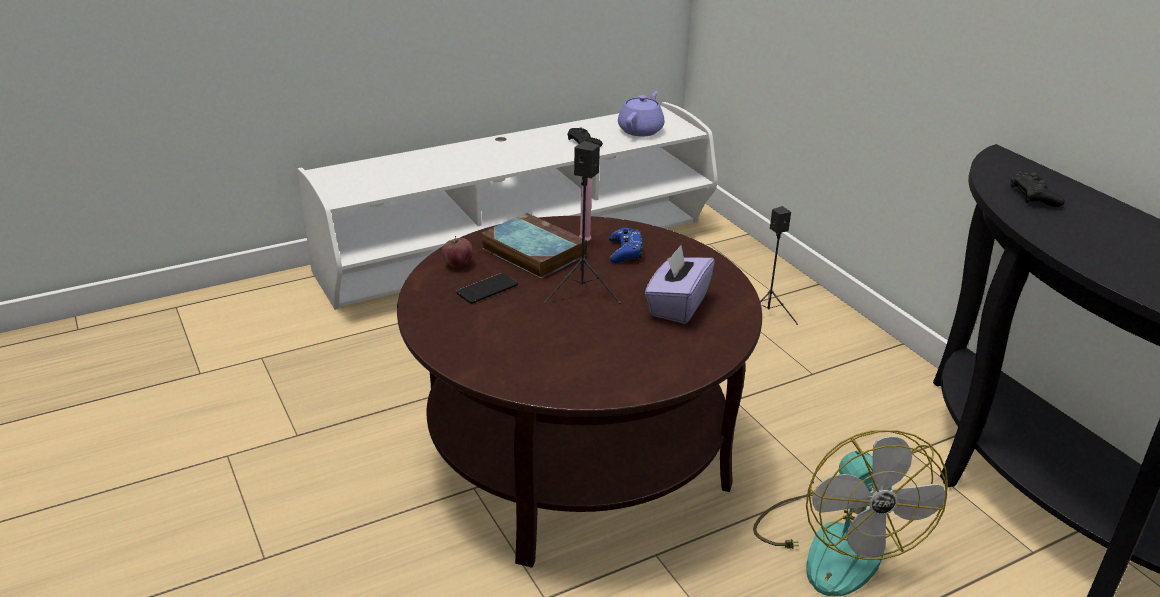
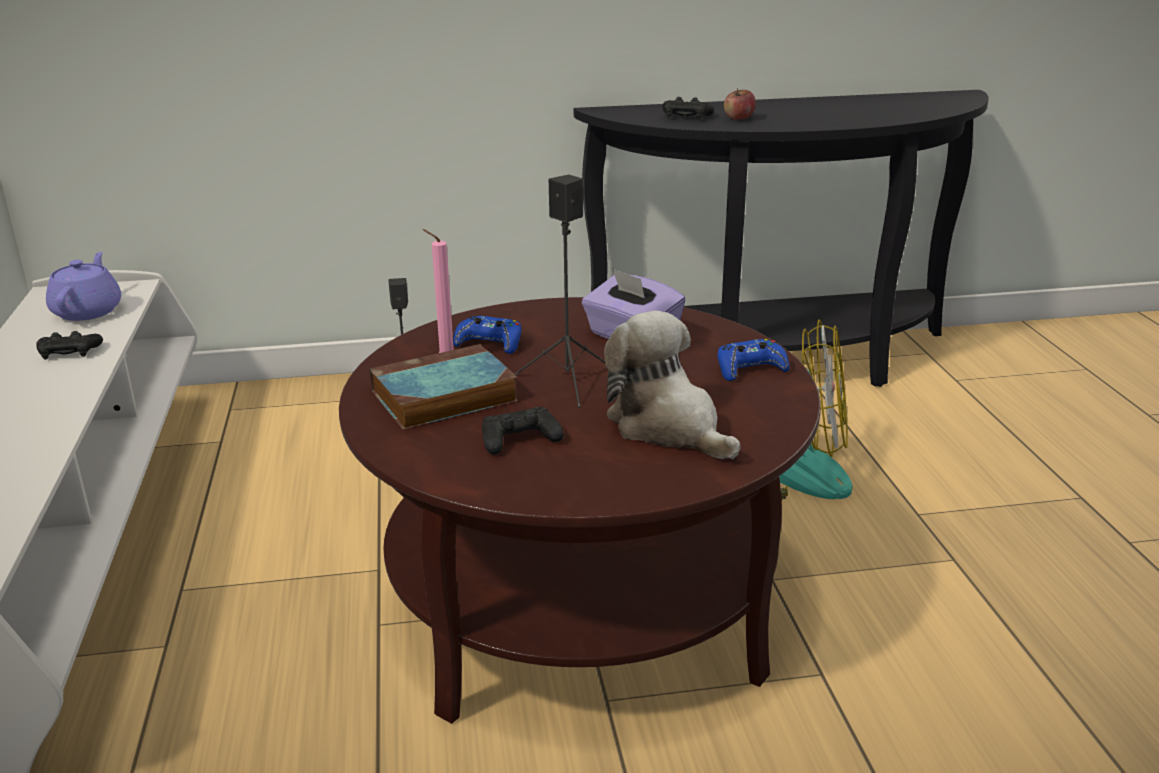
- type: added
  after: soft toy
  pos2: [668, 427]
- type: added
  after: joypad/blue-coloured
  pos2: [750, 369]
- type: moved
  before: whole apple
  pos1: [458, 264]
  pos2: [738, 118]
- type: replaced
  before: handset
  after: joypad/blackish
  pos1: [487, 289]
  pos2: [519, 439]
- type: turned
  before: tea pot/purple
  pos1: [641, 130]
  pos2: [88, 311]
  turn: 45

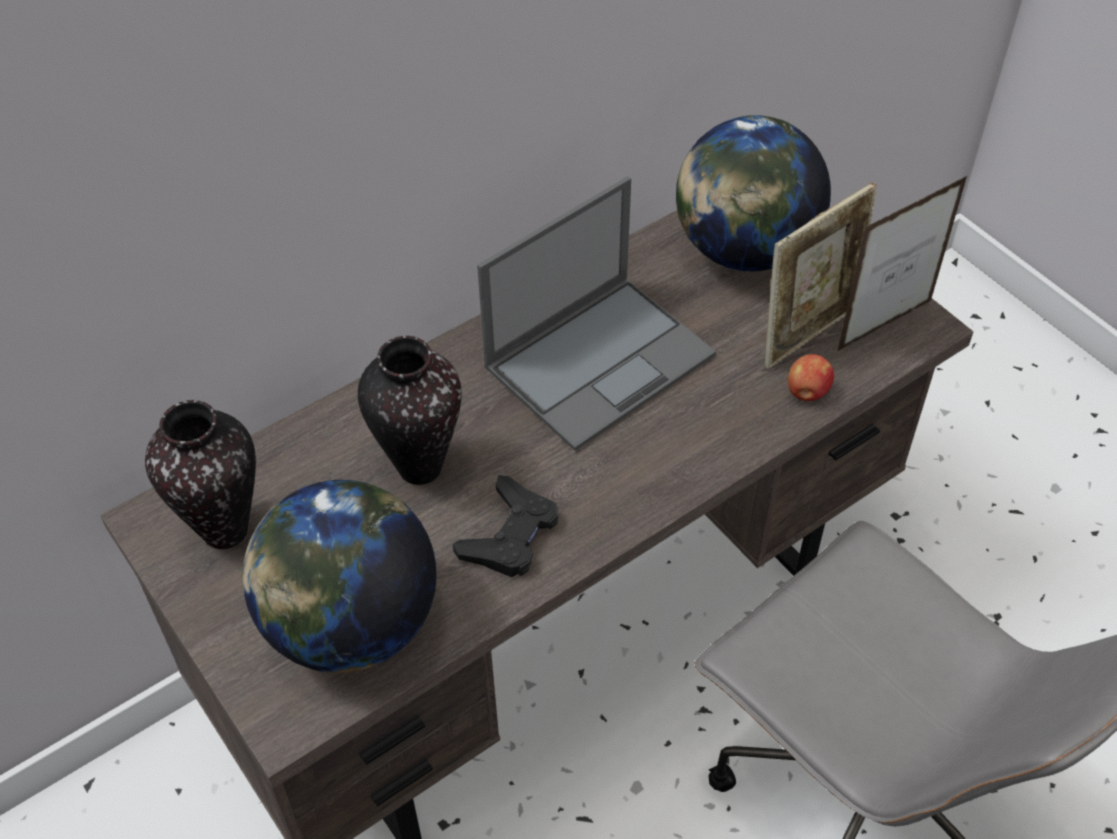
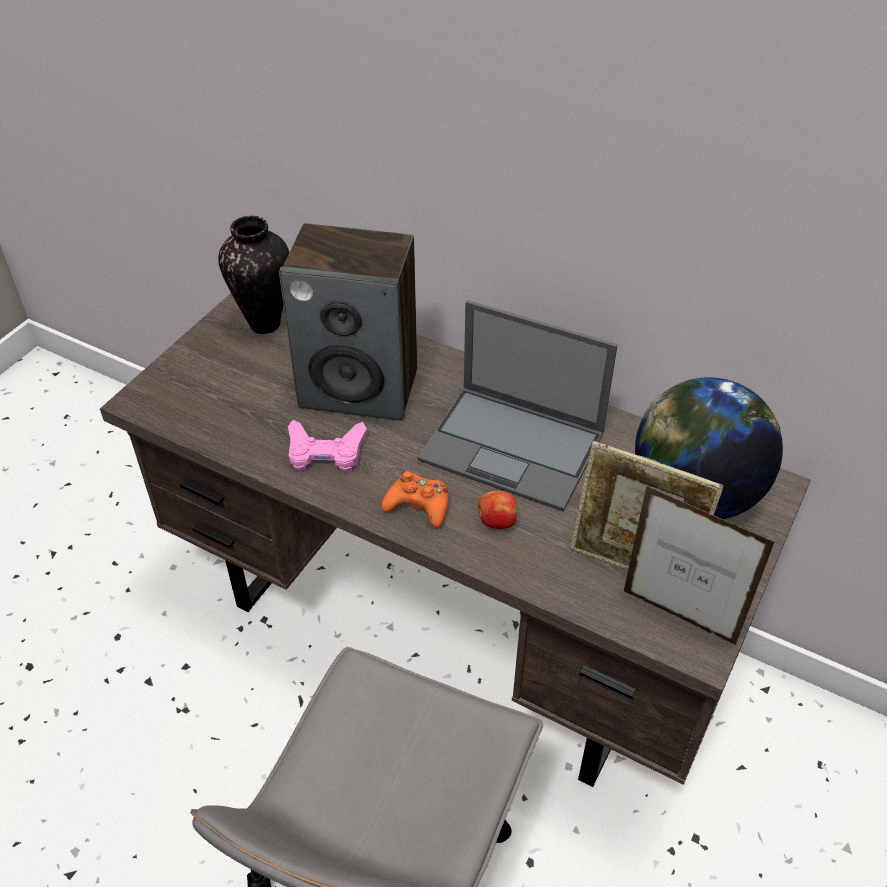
- type: removed
  before: world globe
  pos1: [351, 625]
- type: added
  after: joypad/orangey
  pos2: [418, 505]
- type: moved
  before: whole apple
  pos1: [807, 392]
  pos2: [496, 521]
- type: replaced
  before: decorative vase
  after: speaker
  pos1: [420, 466]
  pos2: [360, 388]
- type: recoloured
  before: joypad/blackish
  after: joypad/pink-coloured
  pos1: [510, 535]
  pos2: [325, 452]

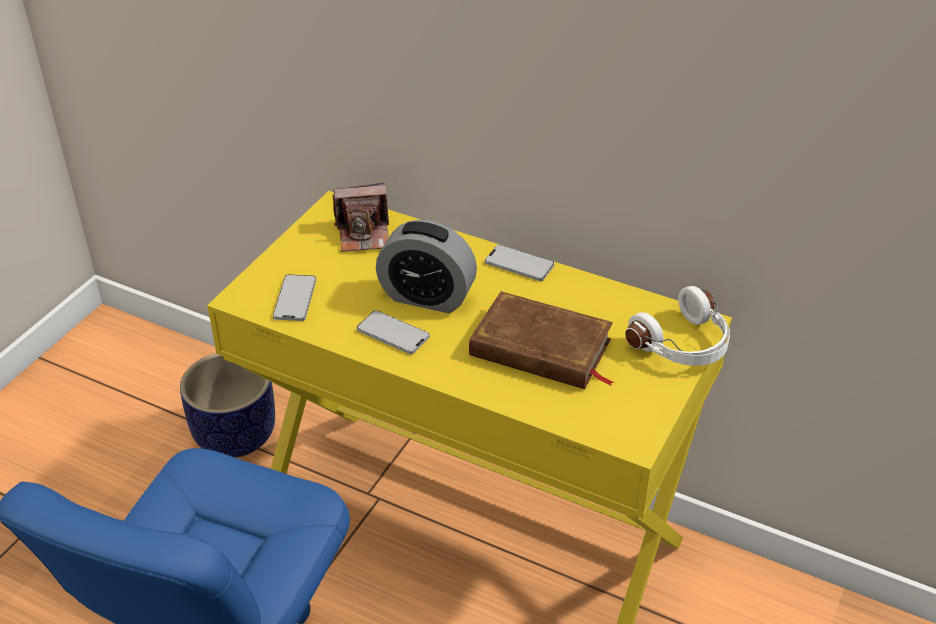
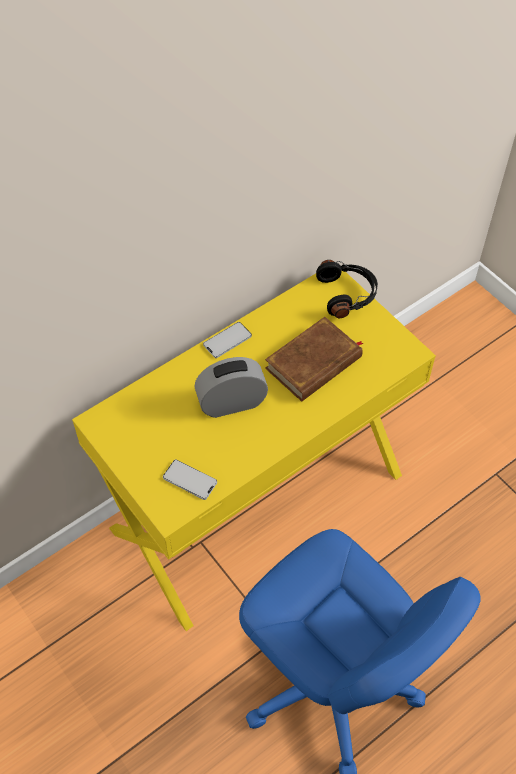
- type: removed
  before: flower pot
  pos1: [234, 436]
- type: removed
  before: photo camera
  pos1: [364, 234]
- type: removed
  before: handset
  pos1: [393, 333]
- type: recoloured
  before: headset/whitish
  after: headset/blackish
  pos1: [683, 345]
  pos2: [347, 294]
- type: turned
  before: bedside clock
  pos1: [427, 297]
  pos2: [231, 403]
  turn: -150

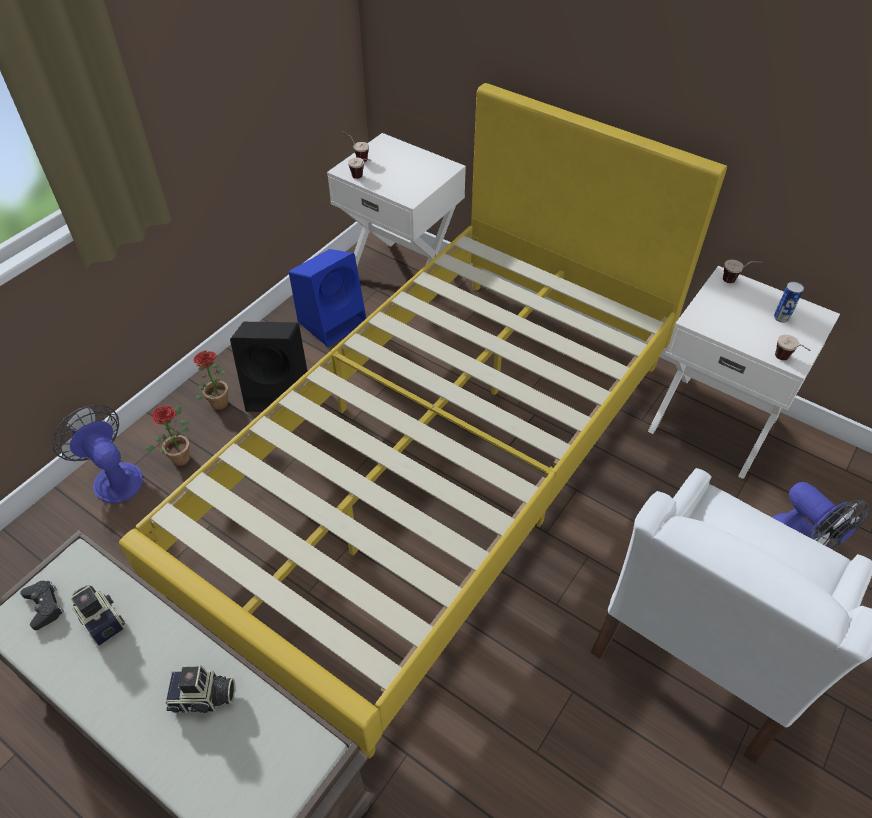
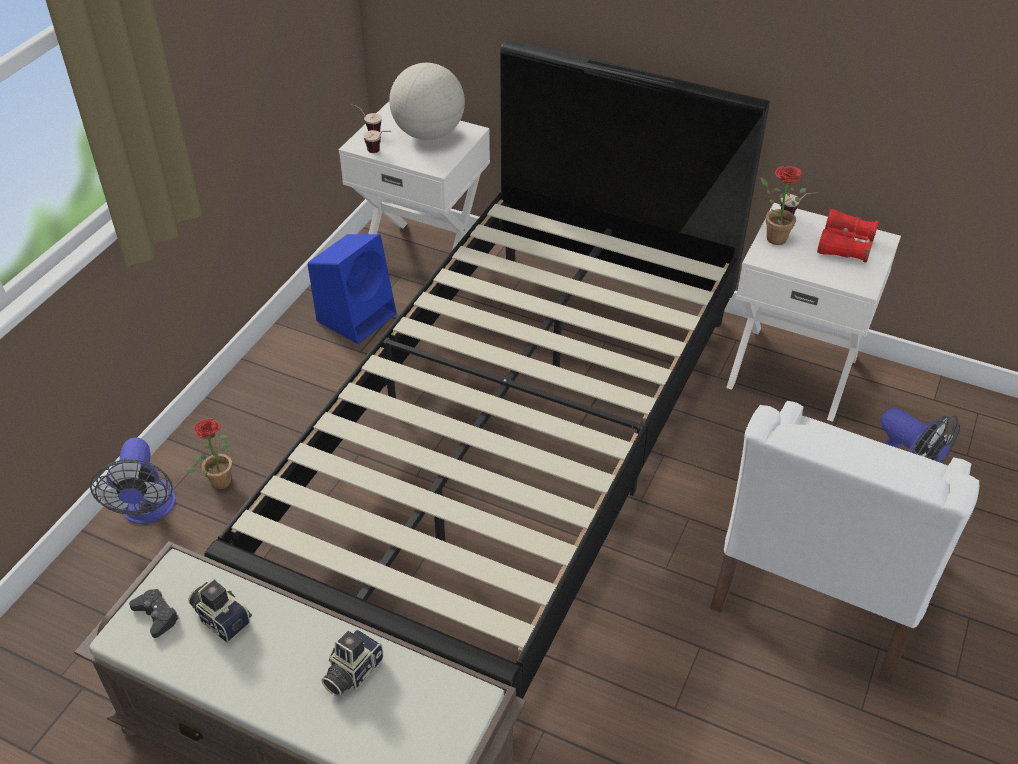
- type: removed
  before: speaker/blackish
  pos1: [279, 391]
- type: removed
  before: small cup
  pos1: [786, 361]
- type: added
  after: world globe
  pos2: [429, 134]
- type: moved
  before: plant in a pot
  pos1: [217, 401]
  pos2: [772, 237]
- type: replaced
  before: can
  after: field glasses/red-coloured
  pos1: [781, 317]
  pos2: [845, 245]
- type: recoloured
  before: sleeping bed/yellow-coloured
  after: sleeping bed/blackish
  pos1: [436, 467]
  pos2: [509, 452]
- type: turned
  before: electric fan
  pos1: [113, 477]
  pos2: [148, 510]
  turn: -135
- type: turned
  before: photo camera
  pos1: [204, 698]
  pos2: [351, 672]
  turn: 135

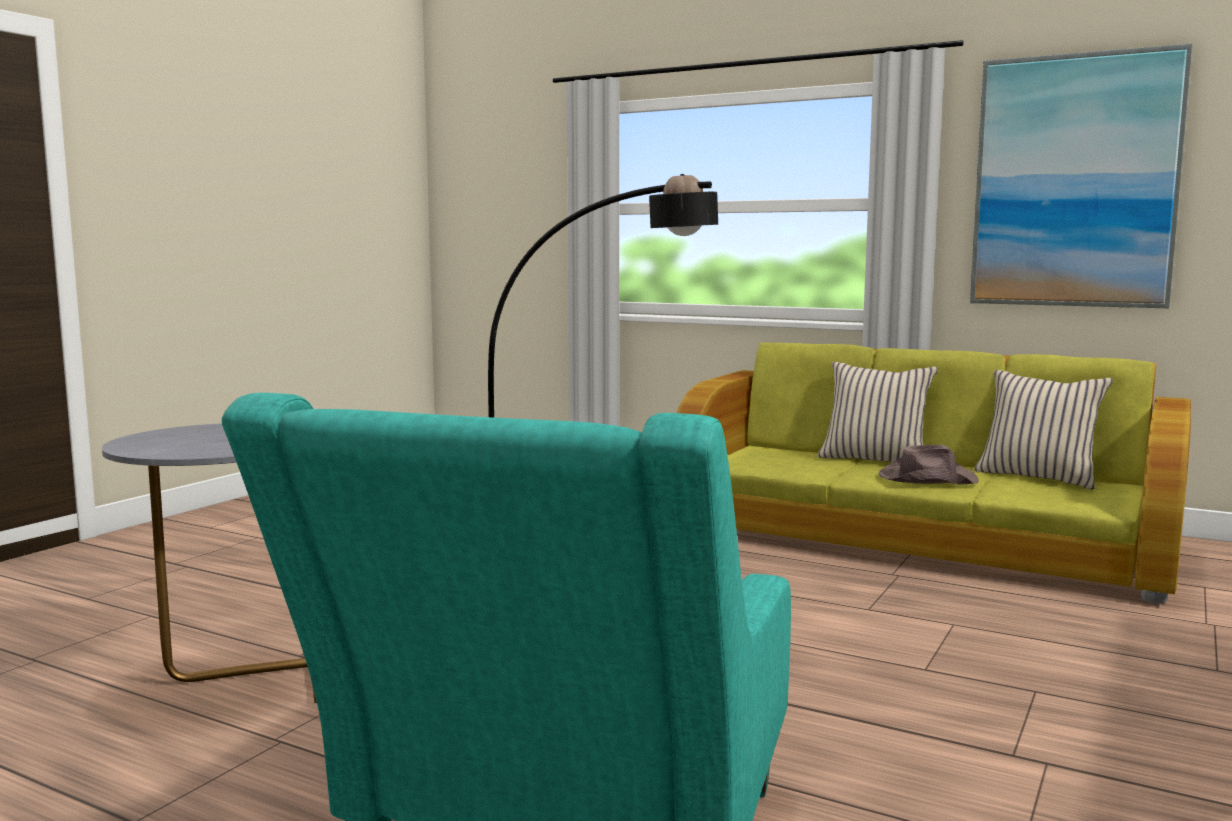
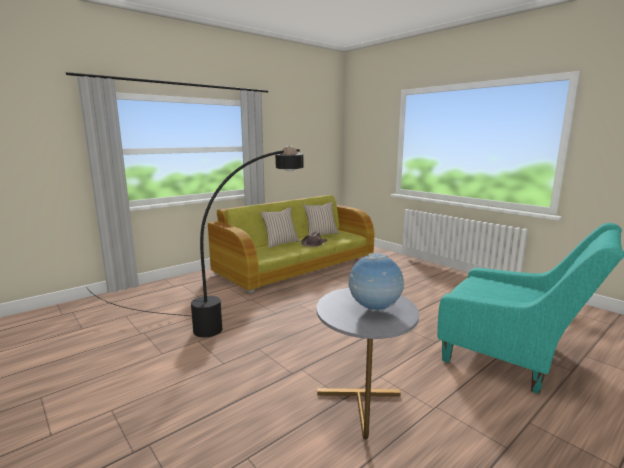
- type: removed
  before: wall art
  pos1: [1074, 182]
- type: added
  after: world globe
  pos2: [374, 310]

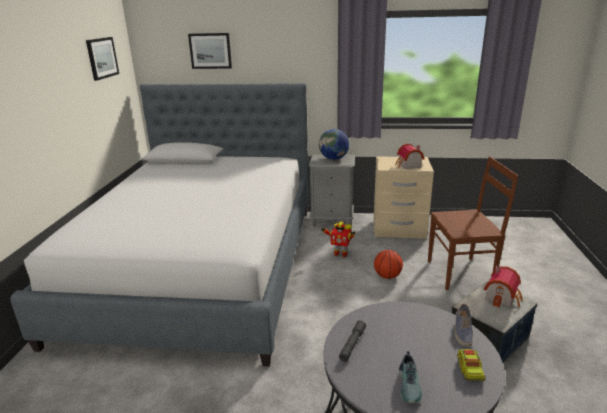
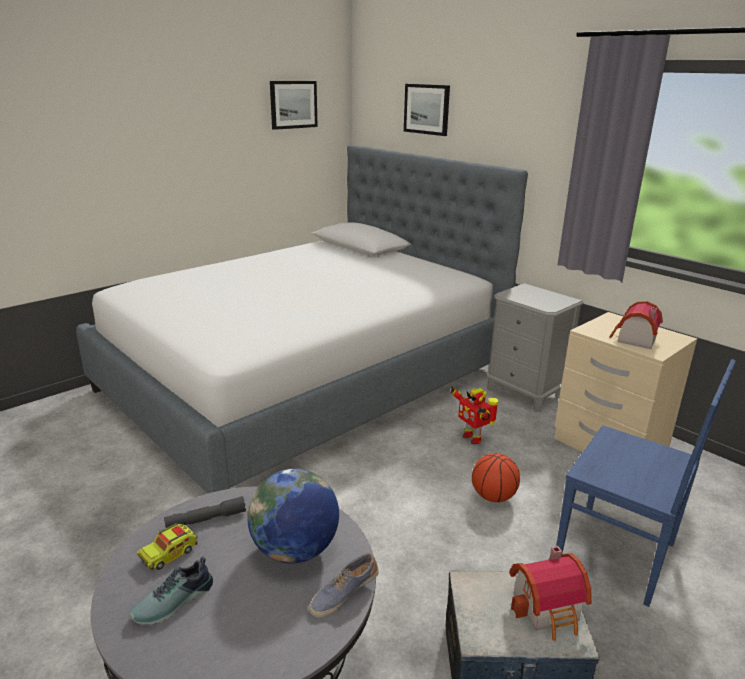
- type: moved
  before: world globe
  pos1: [334, 158]
  pos2: [295, 550]
- type: moved
  before: model truck
  pos1: [469, 370]
  pos2: [169, 554]
- type: recoloured
  before: upright chair/brownish
  after: upright chair/blue-coloured
  pos1: [461, 273]
  pos2: [619, 555]

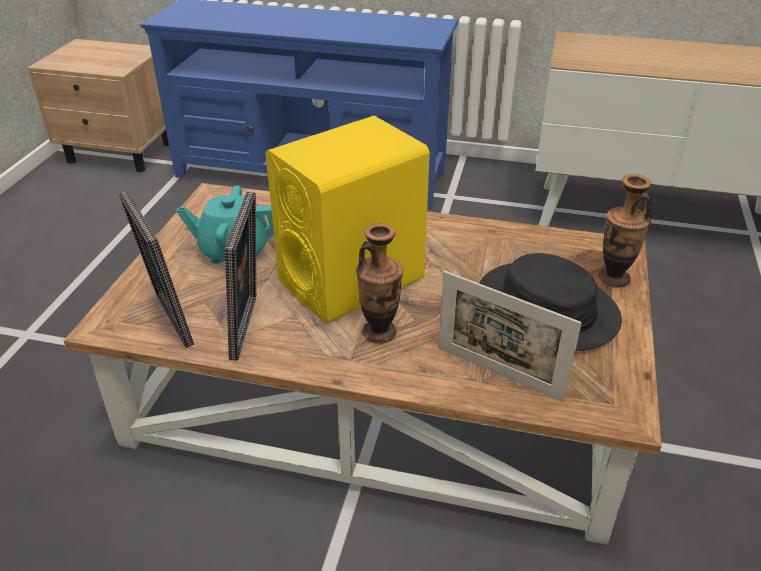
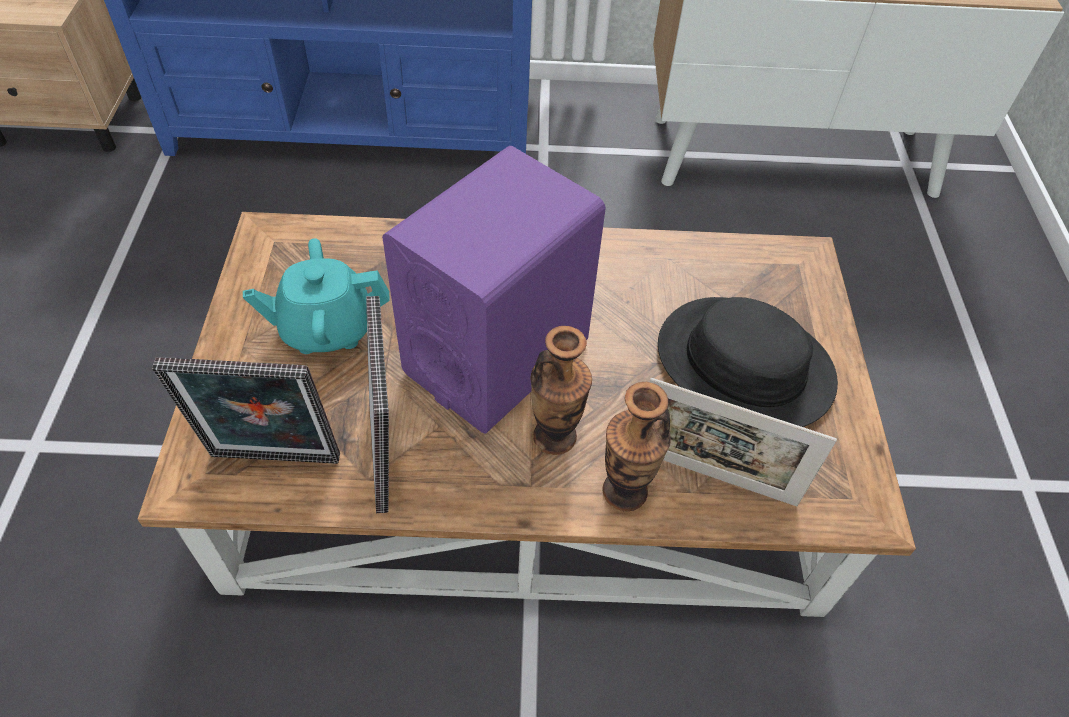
- type: moved
  before: decorative vase
  pos1: [613, 278]
  pos2: [624, 491]
- type: recoloured
  before: speaker/yellow-coloured
  after: speaker/purple
  pos1: [352, 280]
  pos2: [497, 356]
- type: turned
  before: standing frame
  pos1: [168, 321]
  pos2: [274, 462]
  turn: -45

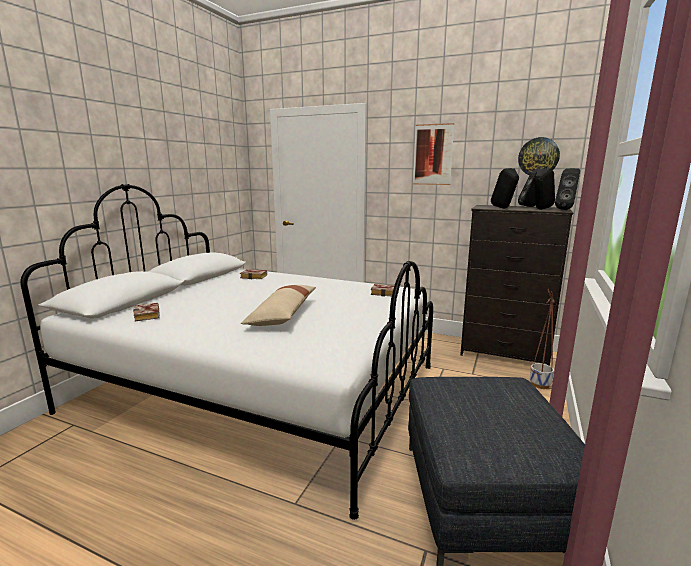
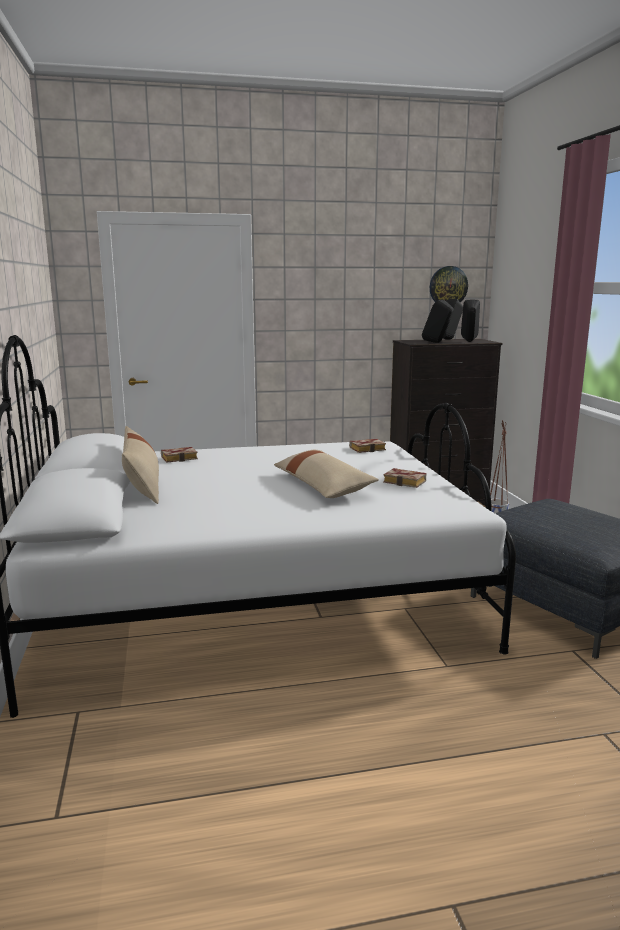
- type: removed
  before: wall art
  pos1: [433, 154]
- type: removed
  before: speaker/blackish
  pos1: [566, 210]
- type: added
  after: cushion/beige-coloured
  pos2: [142, 486]
- type: moved
  before: volume
  pos1: [148, 315]
  pos2: [406, 482]

